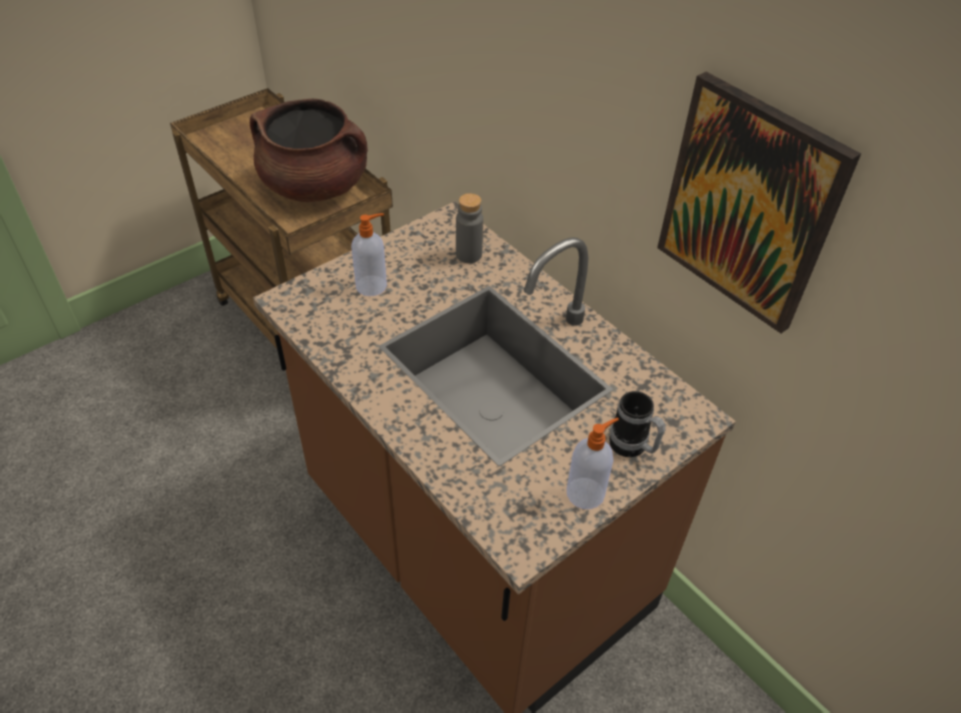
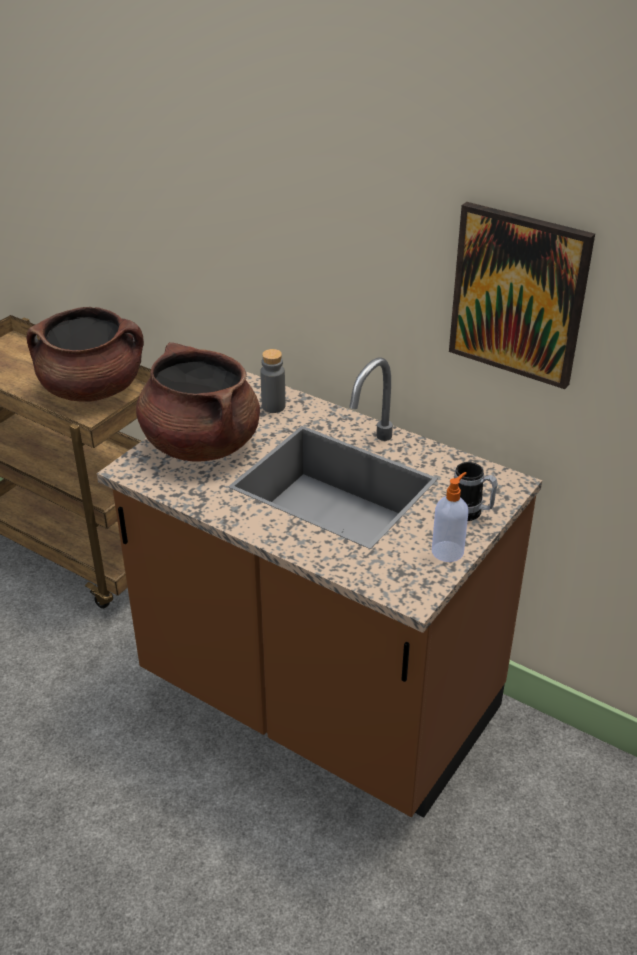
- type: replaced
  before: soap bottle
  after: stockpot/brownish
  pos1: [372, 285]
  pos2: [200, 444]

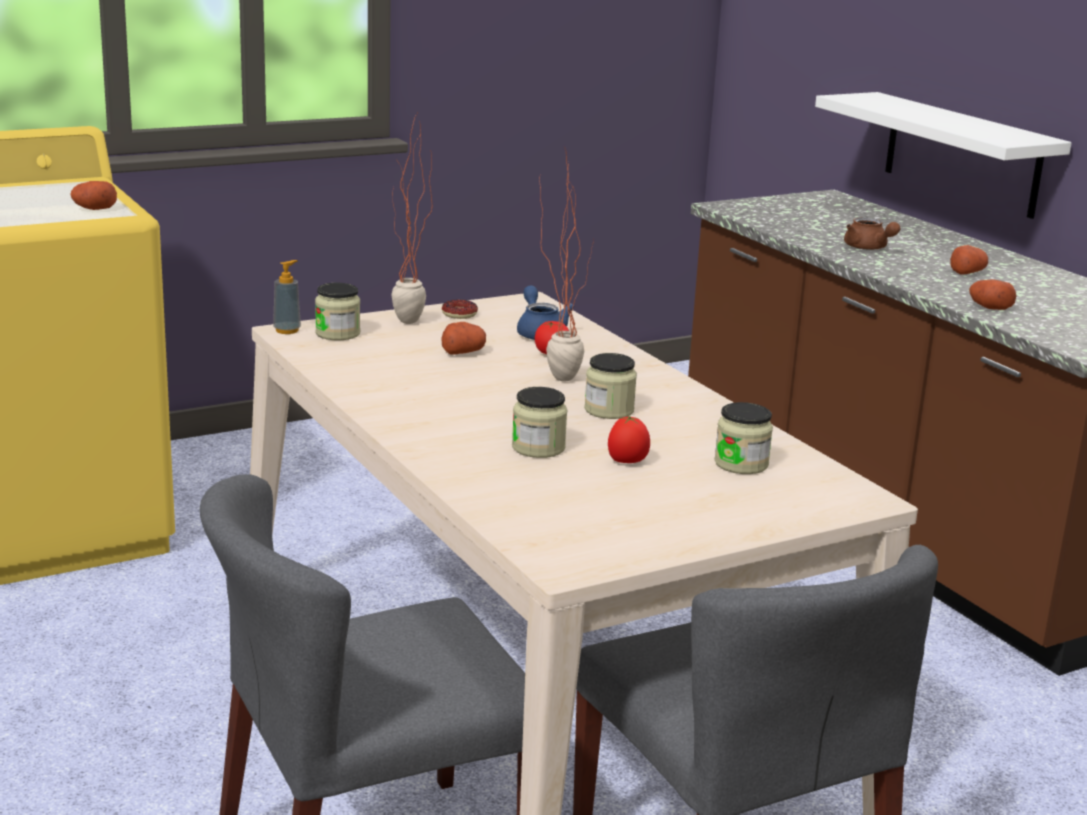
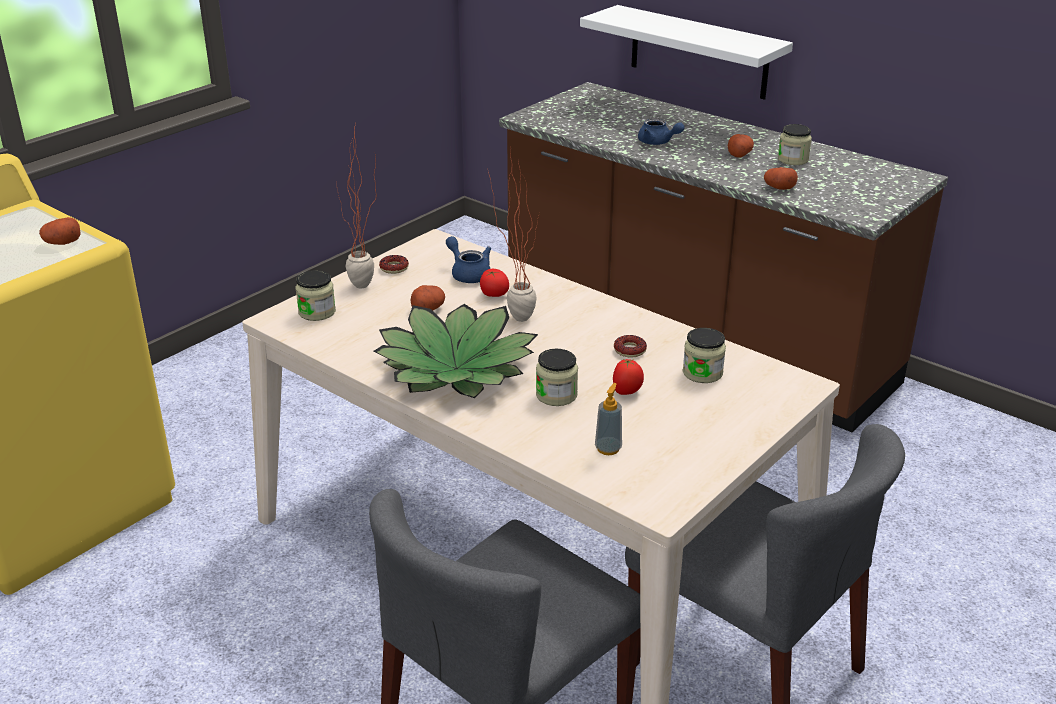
- type: added
  after: plant in a pot
  pos2: [455, 369]
- type: added
  after: donut
  pos2: [630, 350]
- type: moved
  before: soap bottle
  pos1: [287, 330]
  pos2: [608, 448]
- type: moved
  before: storage jar
  pos1: [609, 410]
  pos2: [793, 159]
- type: recoloured
  before: tea pot/brownish
  after: tea pot/blue-coloured
  pos1: [868, 248]
  pos2: [658, 142]

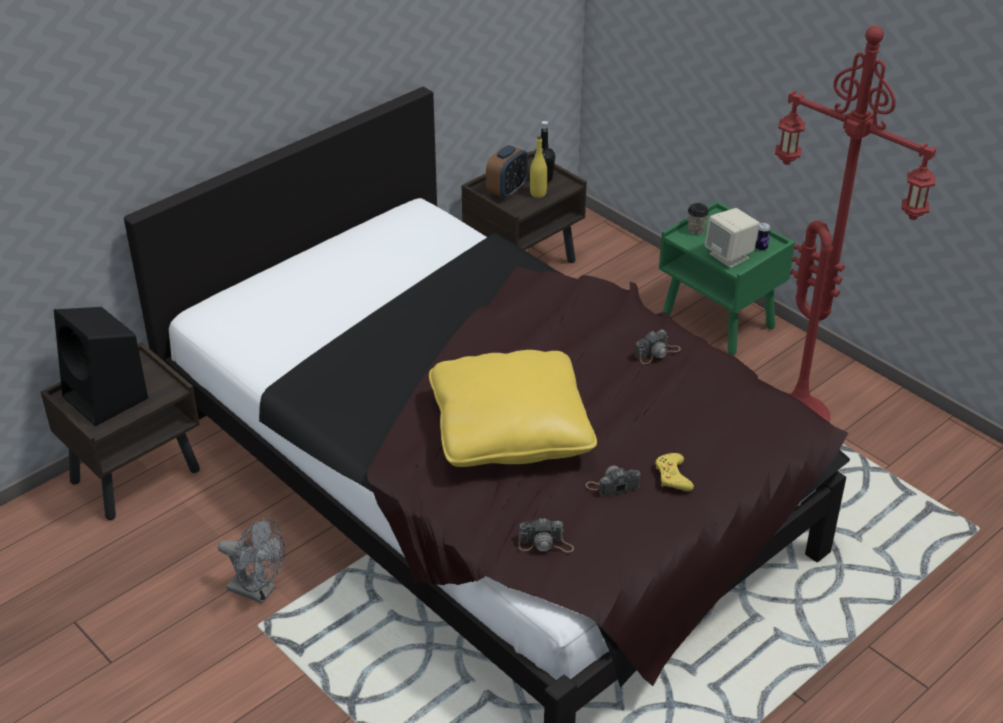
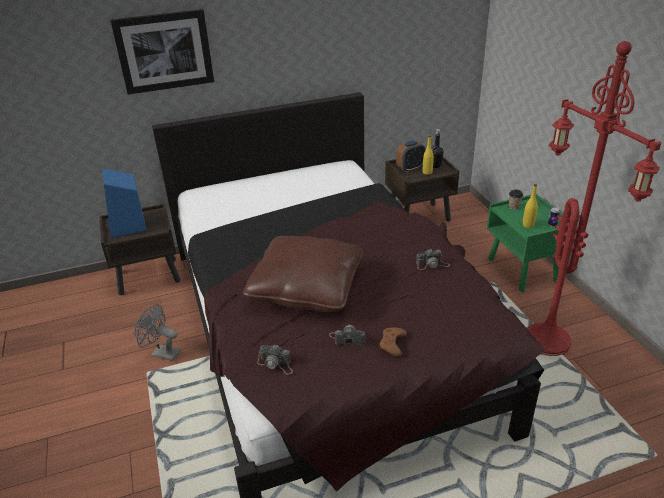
- type: added
  after: wall art
  pos2: [164, 51]
- type: replaced
  before: speaker/beige-coloured
  after: bottle/yellow-coloured
  pos1: [730, 256]
  pos2: [528, 225]
- type: recoloured
  before: speaker/blackish
  after: speaker/blue-coloured
  pos1: [107, 398]
  pos2: [128, 226]
- type: recoloured
  before: cushion/yellow-coloured
  after: cushion/brownish
  pos1: [510, 430]
  pos2: [307, 288]
- type: recoloured
  before: joypad/yellow-coloured
  after: joypad/brownish
  pos1: [673, 476]
  pos2: [392, 344]
- type: turned
  before: electric fan/grey
  pos1: [258, 591]
  pos2: [161, 353]
  turn: 150

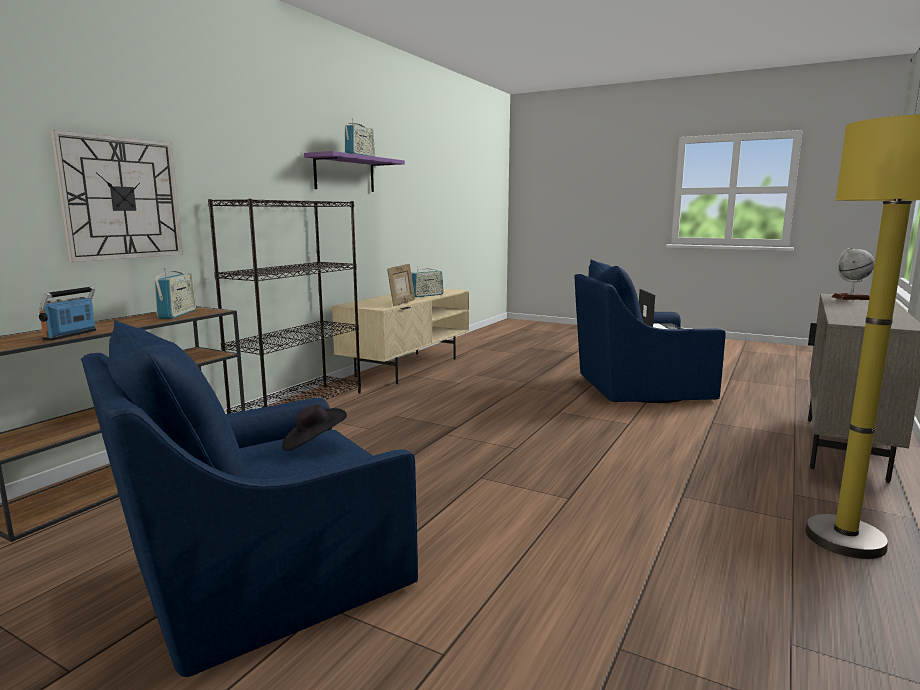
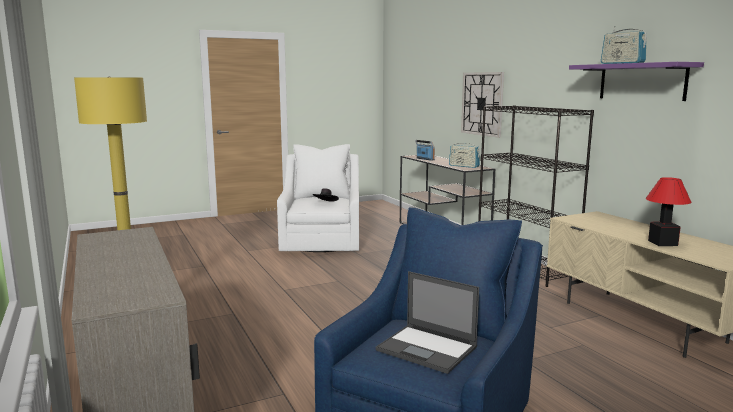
- type: removed
  before: standing frame
  pos1: [402, 303]
- type: removed
  before: world globe
  pos1: [850, 298]
- type: replaced
  before: radio
  after: table lamp
  pos1: [427, 295]
  pos2: [663, 243]
- type: recoloured
  before: armchair/blue-coloured
  after: armchair/whitish
  pos1: [260, 579]
  pos2: [322, 240]

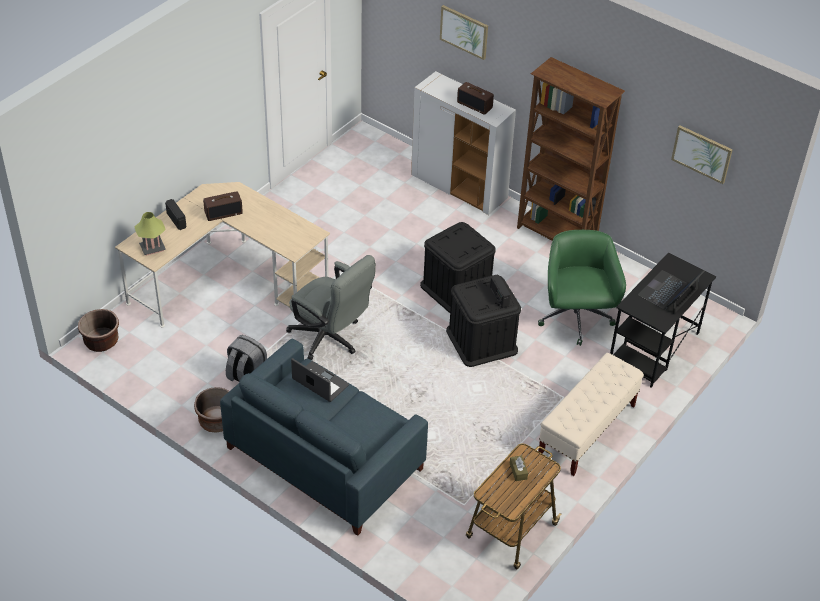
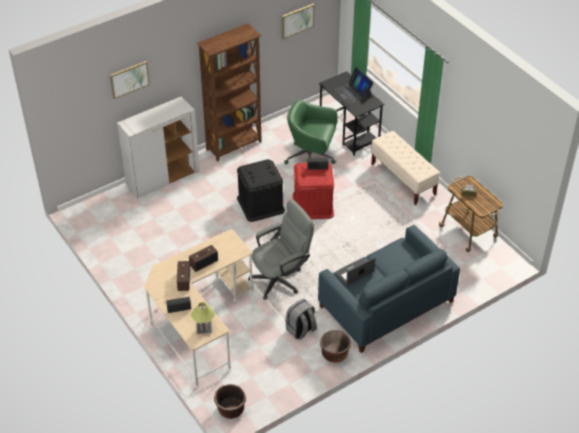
- type: moved
  before: radio
  pos1: [475, 105]
  pos2: [204, 262]
- type: recoloured
  before: storage container/blackish
  after: storage container/red-coloured
  pos1: [481, 341]
  pos2: [313, 205]

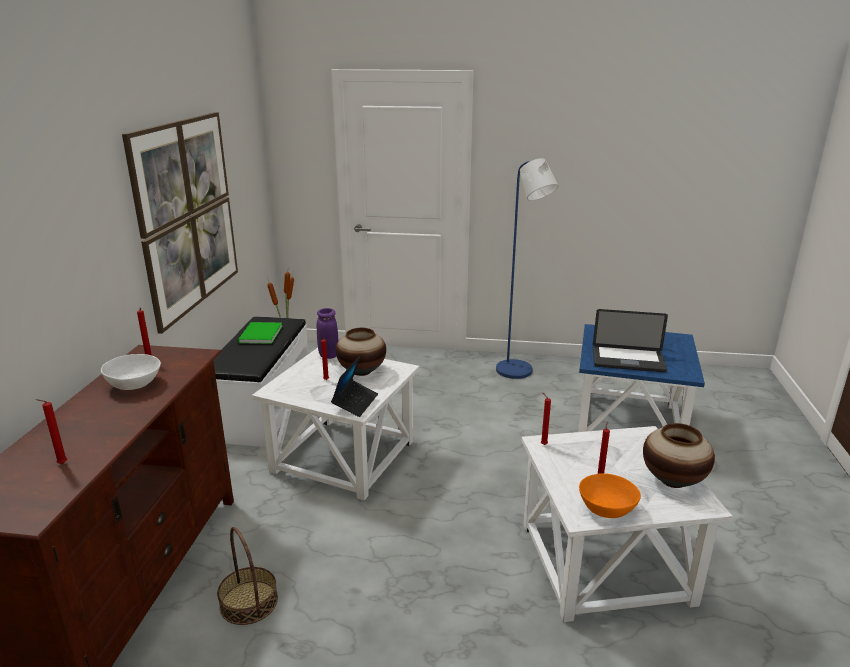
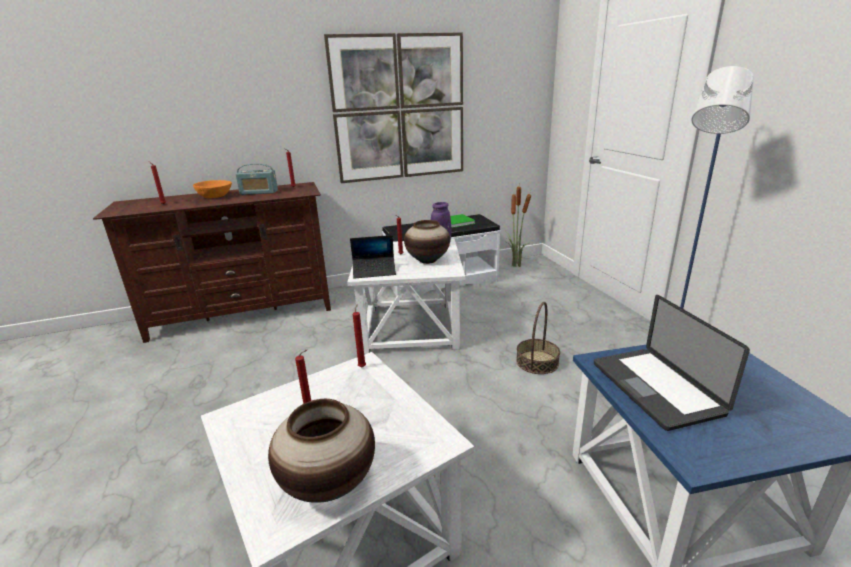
- type: moved
  before: basket
  pos1: [248, 602]
  pos2: [537, 362]
- type: moved
  before: serving bowl/orangey
  pos1: [606, 508]
  pos2: [215, 197]
- type: replaced
  before: serving bowl/whitish
  after: radio
  pos1: [134, 384]
  pos2: [259, 192]

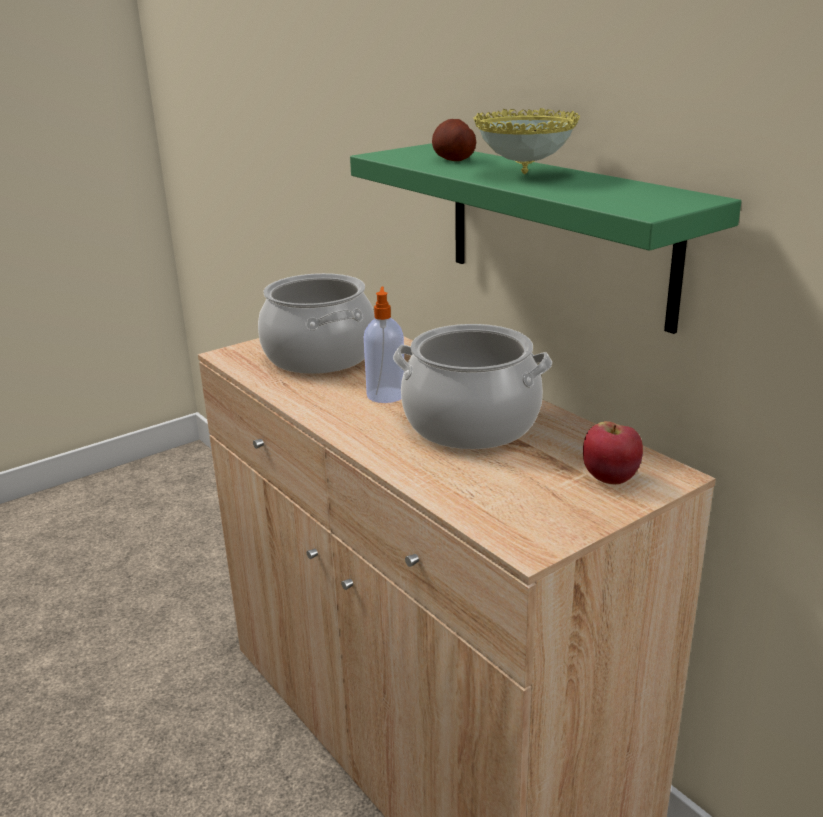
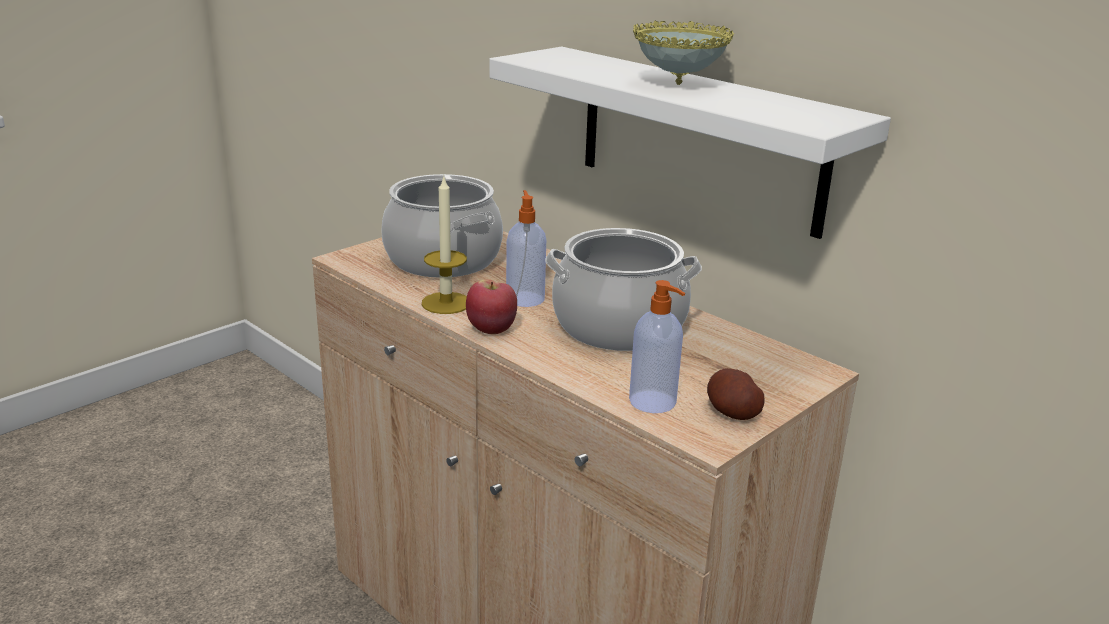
- type: added
  after: wax candle
  pos2: [446, 303]
- type: added
  after: soap bottle
  pos2: [654, 402]
- type: moved
  before: potato
  pos1: [453, 159]
  pos2: [732, 412]
- type: moved
  before: whole apple
  pos1: [610, 478]
  pos2: [491, 330]
- type: recoloured
  before: shelf/greenish
  after: shelf/whitish
  pos1: [556, 231]
  pos2: [699, 139]

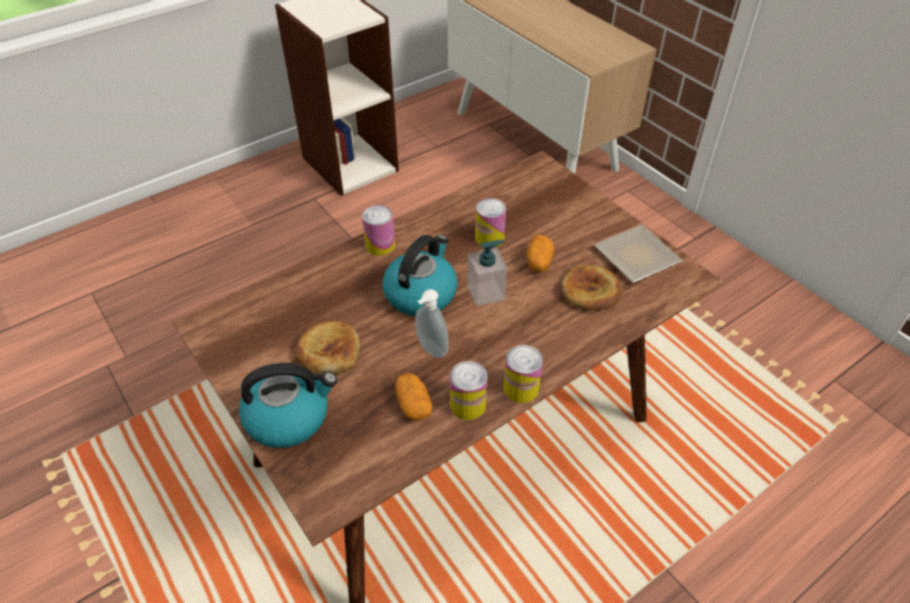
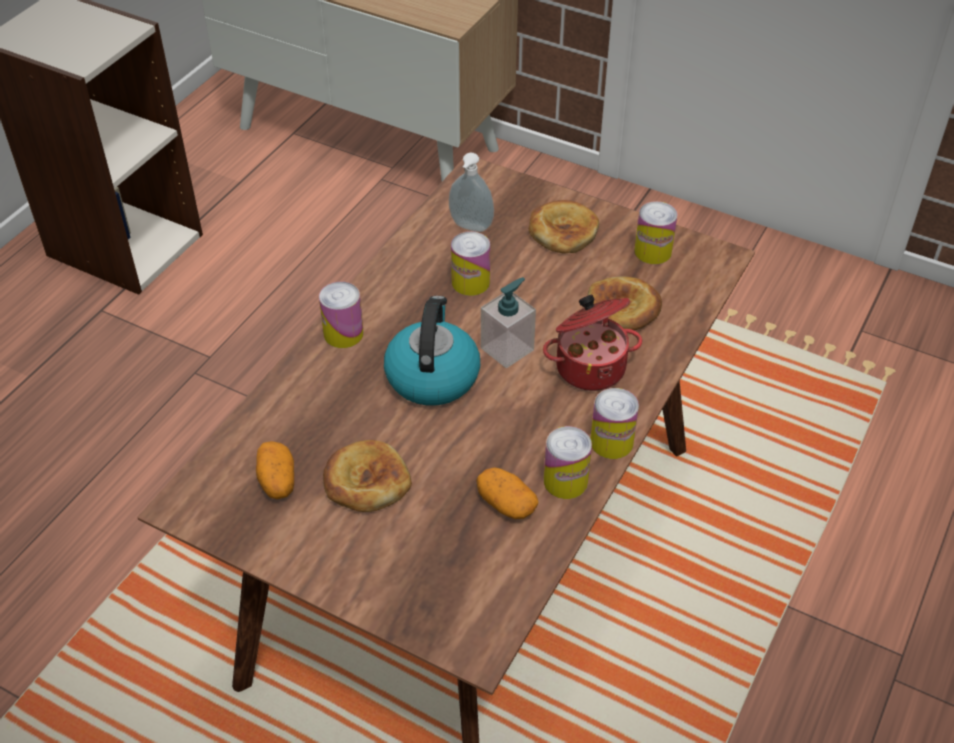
- type: removed
  before: water kettle
  pos1: [289, 417]
- type: added
  after: bakery bread
  pos2: [563, 230]
- type: added
  after: stockpot
  pos2: [590, 366]
- type: moved
  before: soap bottle
  pos1: [430, 350]
  pos2: [470, 228]
- type: moved
  before: potato
  pos1: [539, 262]
  pos2: [277, 480]
- type: replaced
  before: plate
  after: can
  pos1: [639, 257]
  pos2: [653, 251]

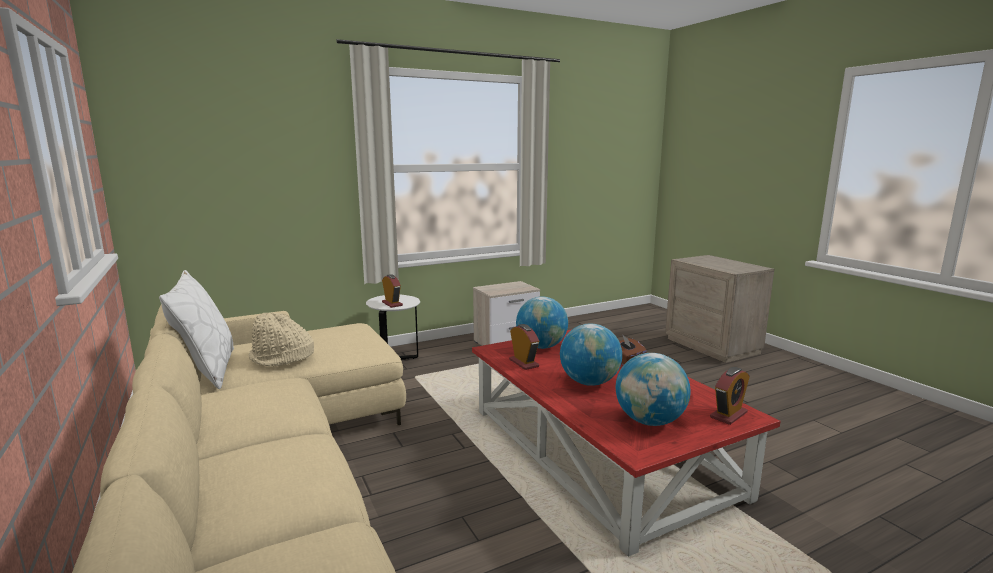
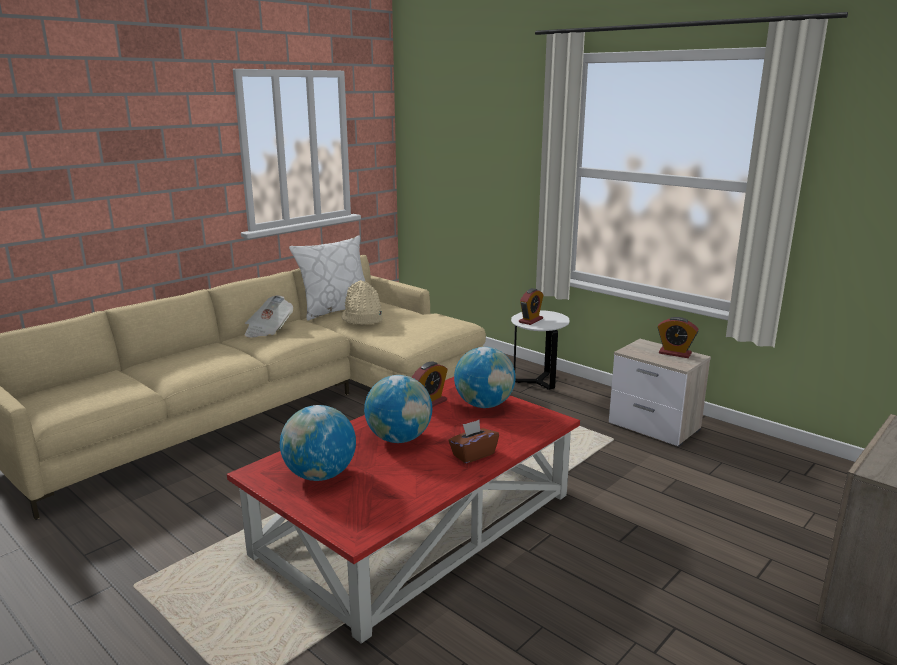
- type: added
  after: newspaper
  pos2: [267, 330]
- type: moved
  before: bedside clock
  pos1: [728, 415]
  pos2: [675, 353]

